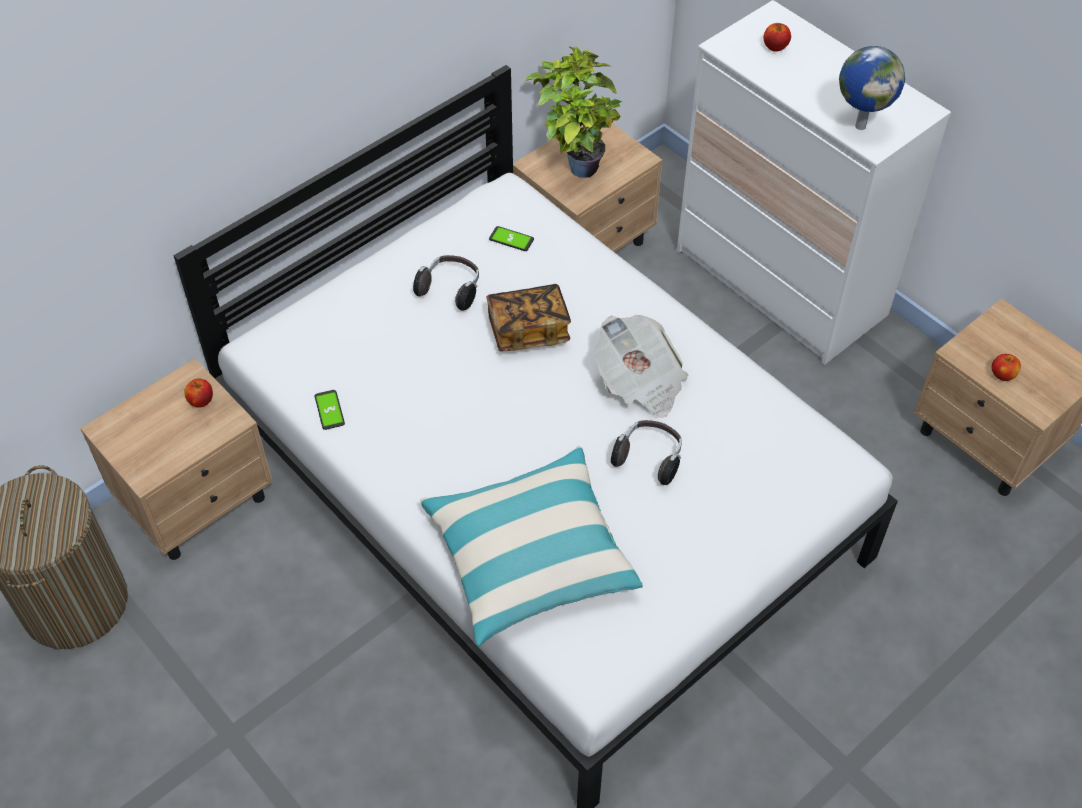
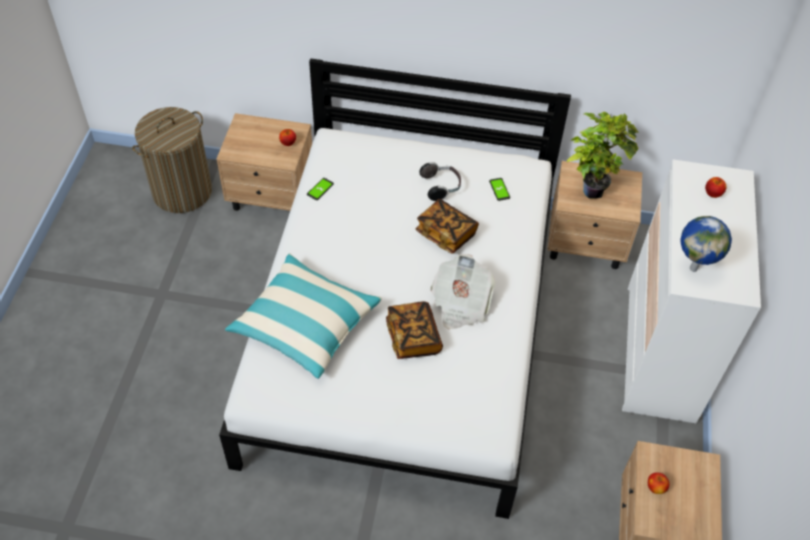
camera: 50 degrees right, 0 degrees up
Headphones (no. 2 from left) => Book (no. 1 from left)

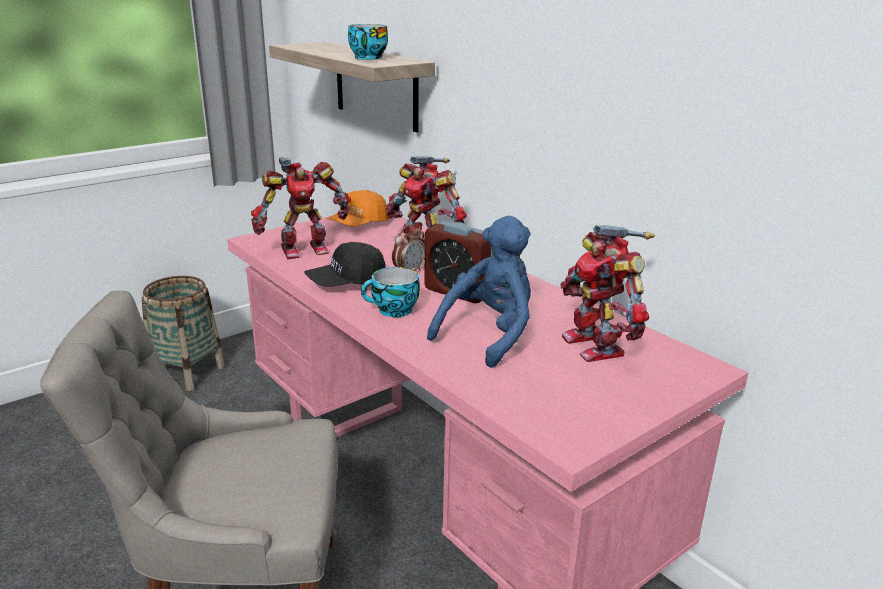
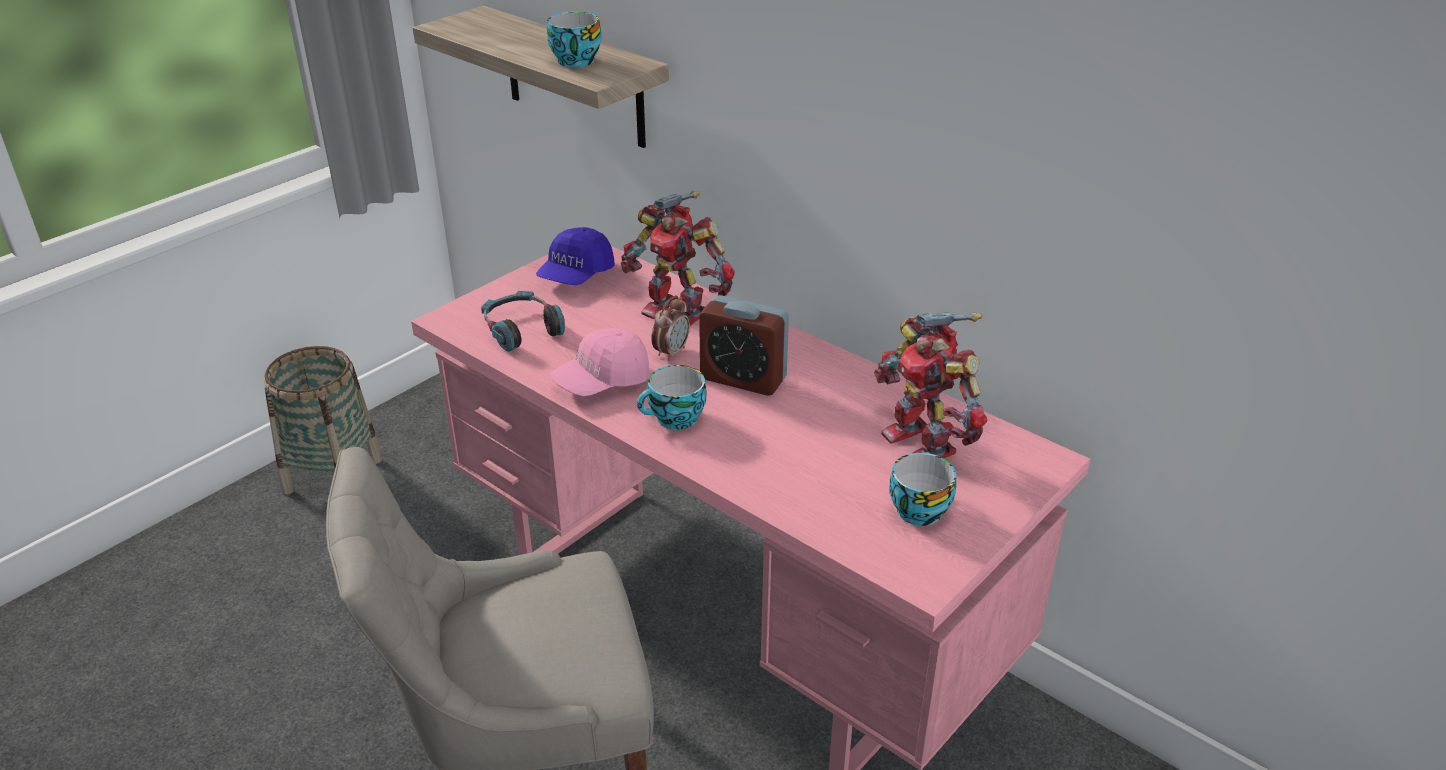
camera: 10 degrees left, 10 degrees up
BluePlushToy => nothing
nothing => Cup (no. 3 from left)
ToyRobot (no. 1 from left) => Headphones
BlackCap => PinkCap
OrangeCap => BlueCap

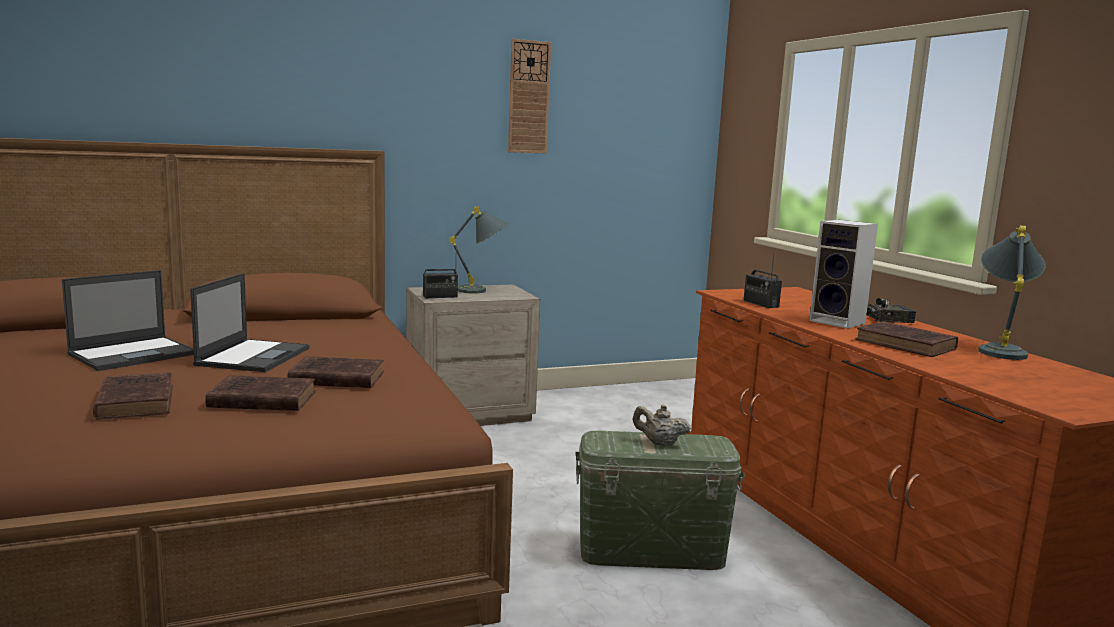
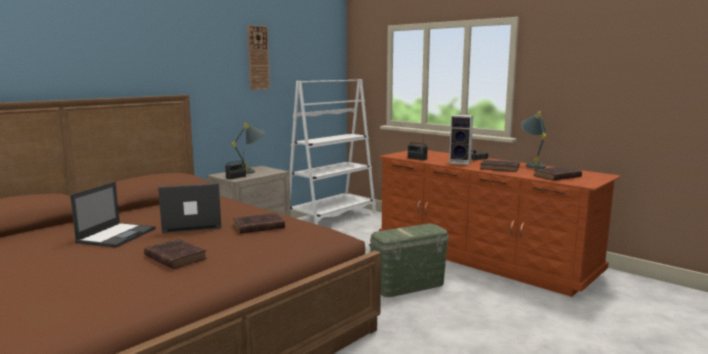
camera: 25 degrees left, 0 degrees up
BeigeTeapot => nothing
nothing => WhiteBookcase
BrownBook (no. 2 from left in the first image) => BrownBook (no. 4 from left), shifted
Laptop (no. 2 from left), 90 degrees counterclockwise

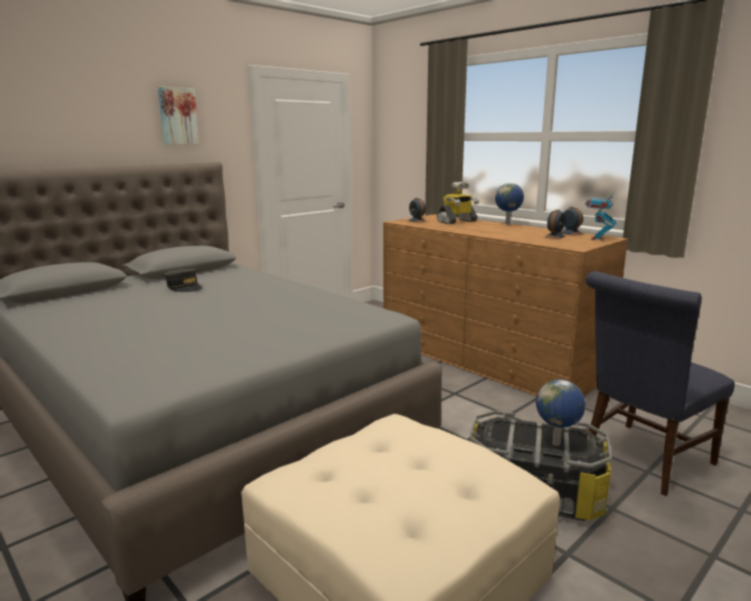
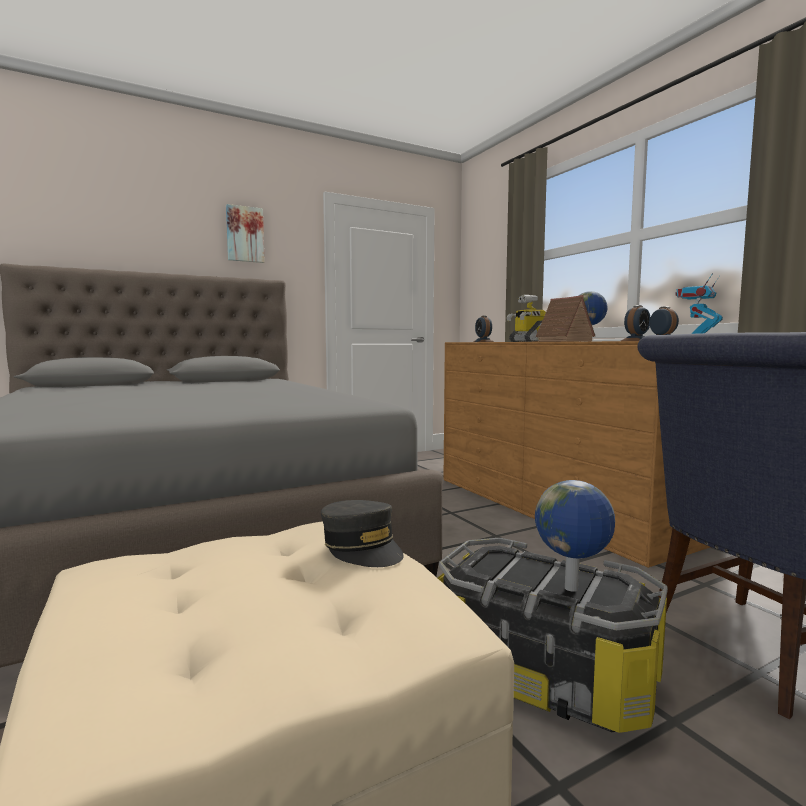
camera: 15 degrees right, 10 degrees down
nothing => ToyHouse
GreyCap, shifted
ToyRobot (no. 1 from left), 90 degrees clockwise

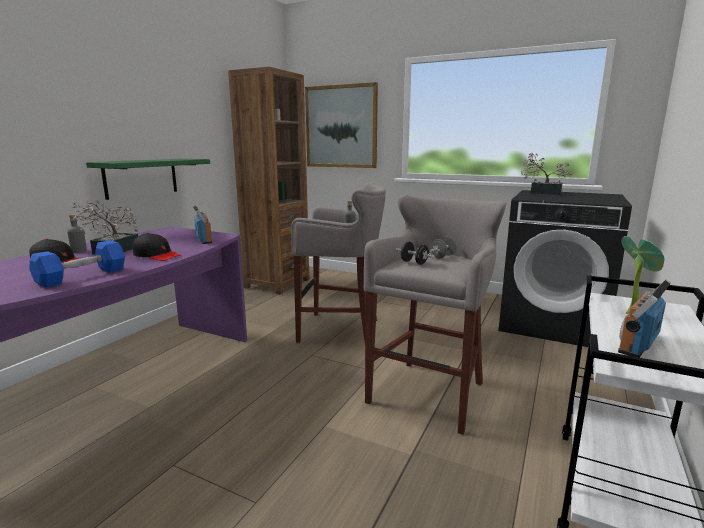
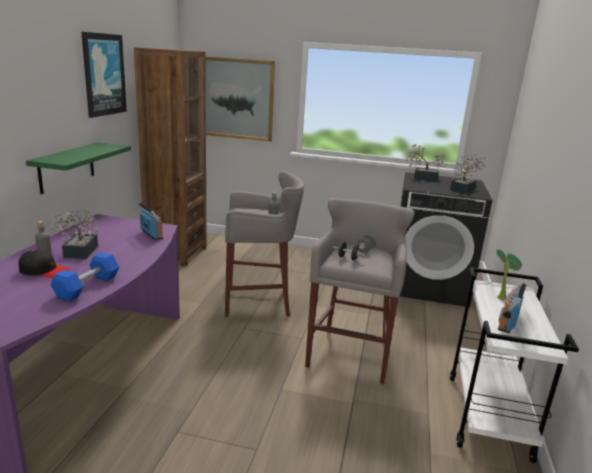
camera: 15 degrees left, 5 degrees up
BlackCap (no. 2 from left) => nothing
nothing => Picture (no. 1 from left)
nothing => PottedPlant (no. 3 from left)

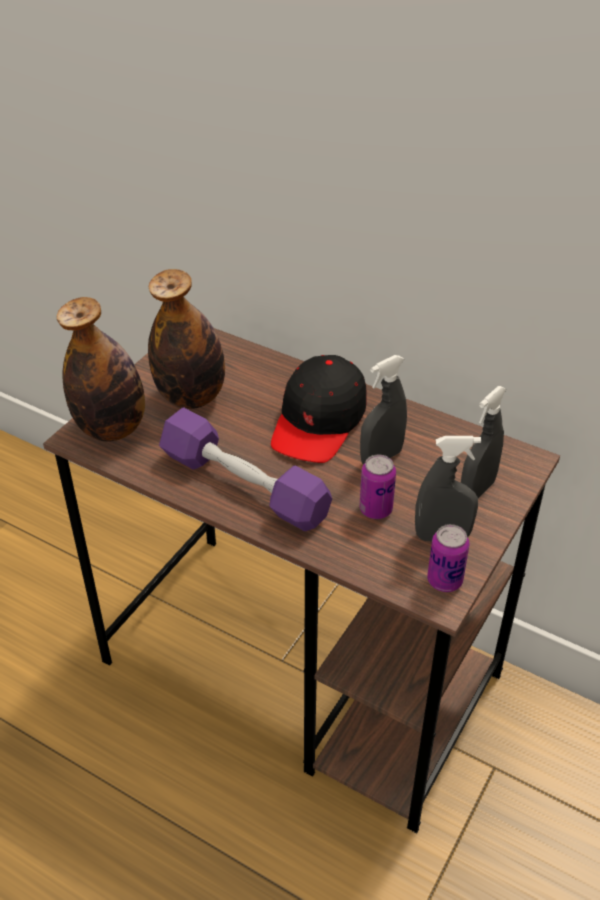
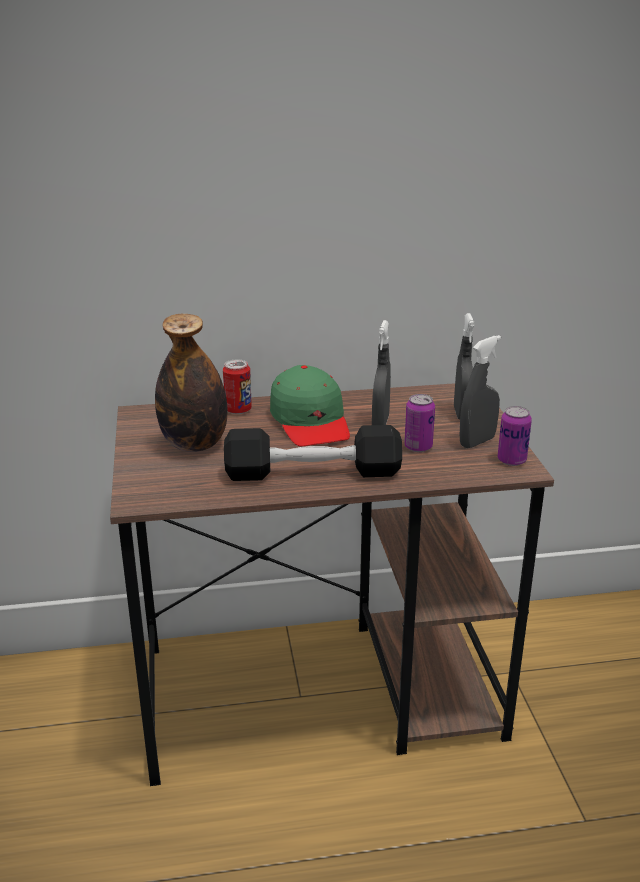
camera: 40 degrees left, 15 degrees down
Bottle (no. 1 from left) => nothing
nothing => Can (no. 1 from left)
PurpleDumbbell => BlackDumbbell
BlackCap => GreenCap

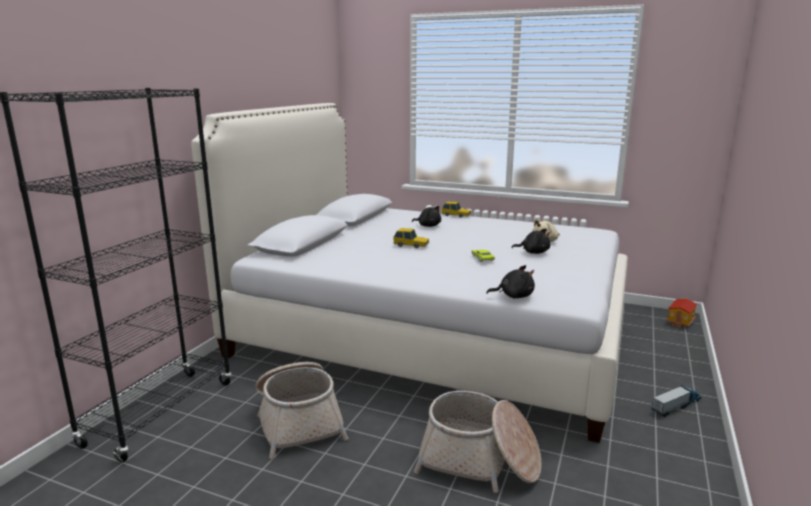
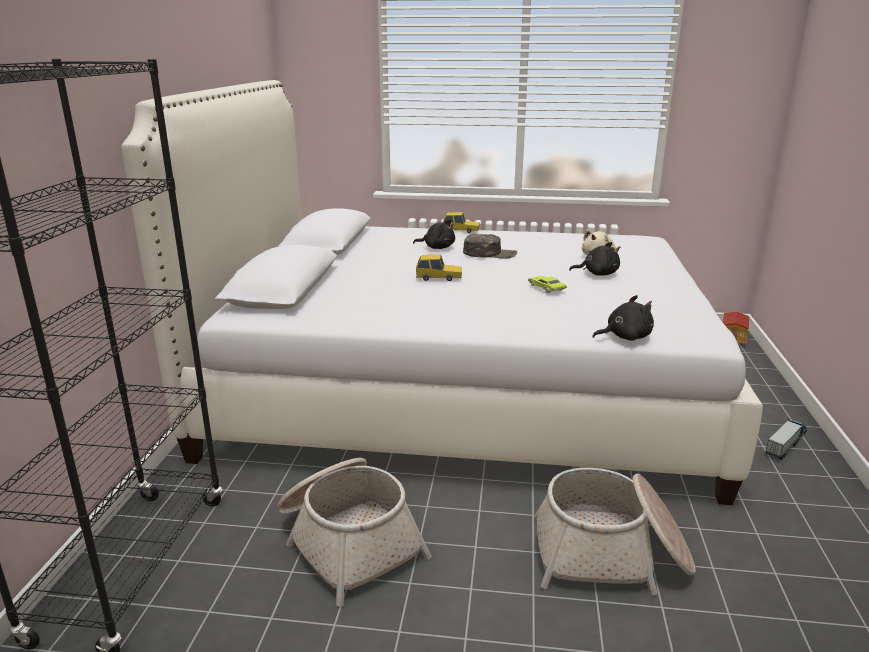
camera: 15 degrees left, 5 degrees up
nothing => GreenCap

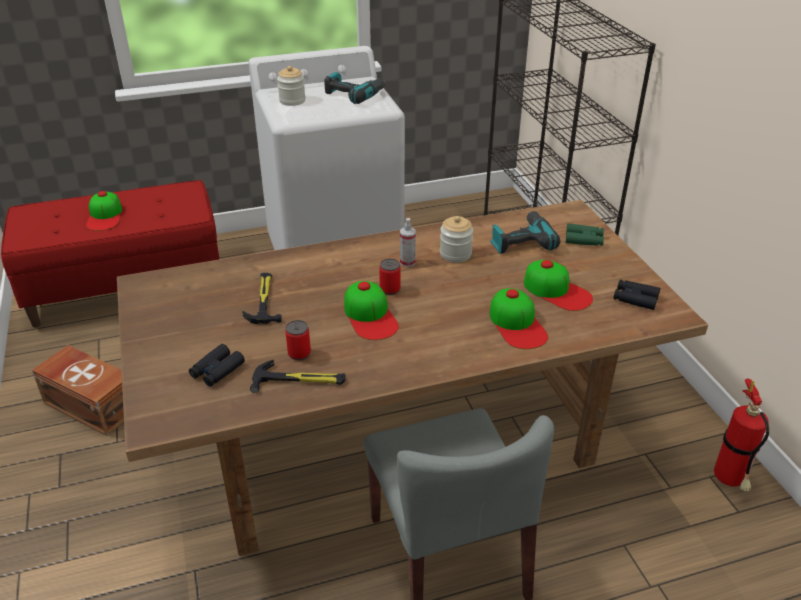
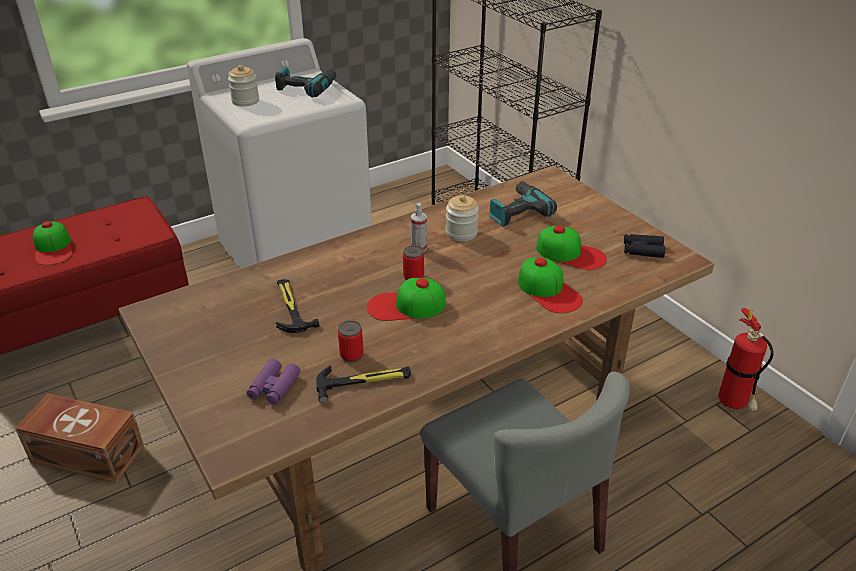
camera: 15 degrees left, 0 degrees up
GreenBinoculars => nothing
BlackBinoculars (no. 1 from left) => PurpleBinoculars
Cap (no. 2 from left), 120 degrees clockwise

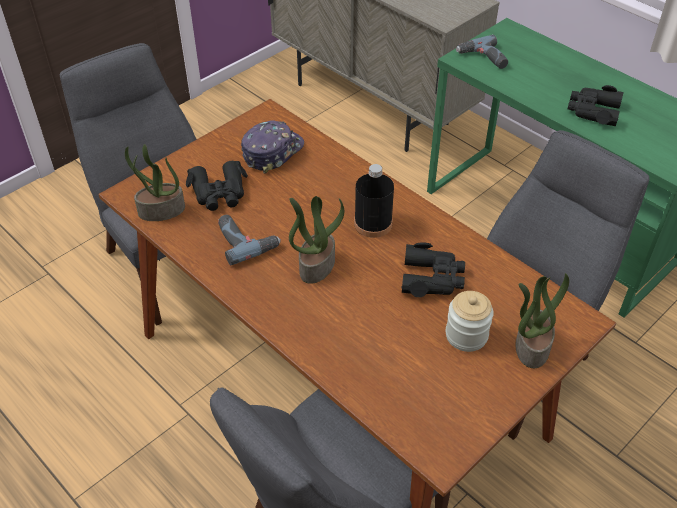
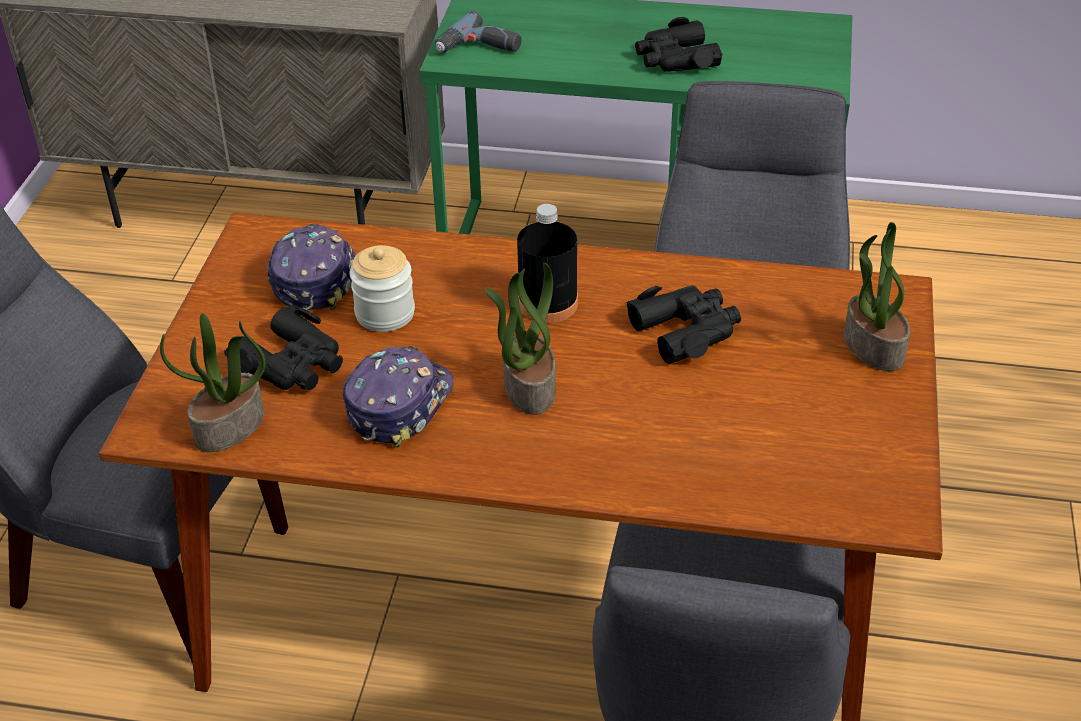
camera: 35 degrees left, 5 degrees down
Jar, shifted
PowerDrill (no. 1 from left) => Cap (no. 2 from left)

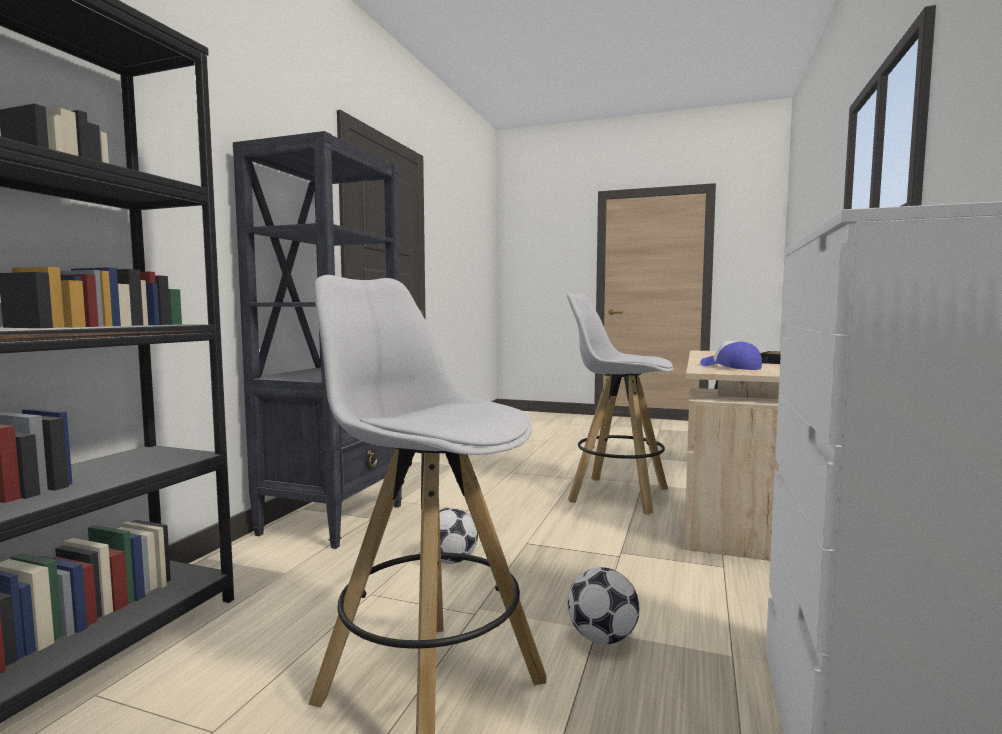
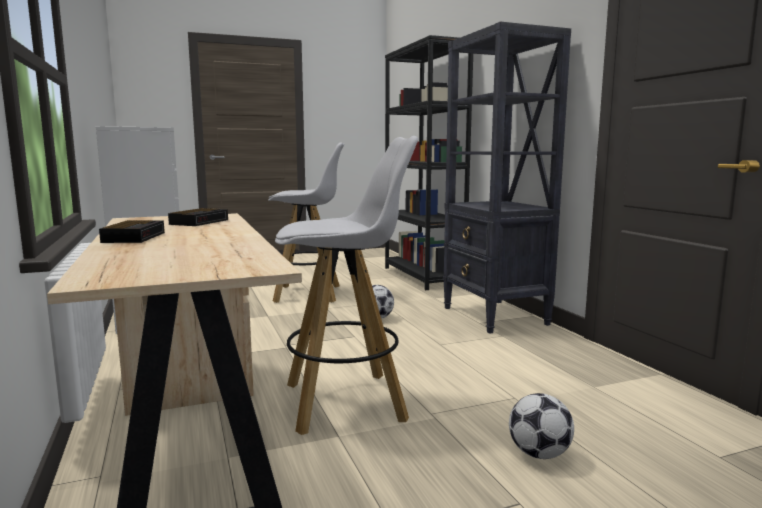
camera: 140 degrees right, 5 degrees up
Football (no. 2 from left), shifted
Cap => AlarmClock (no. 2 from left)

